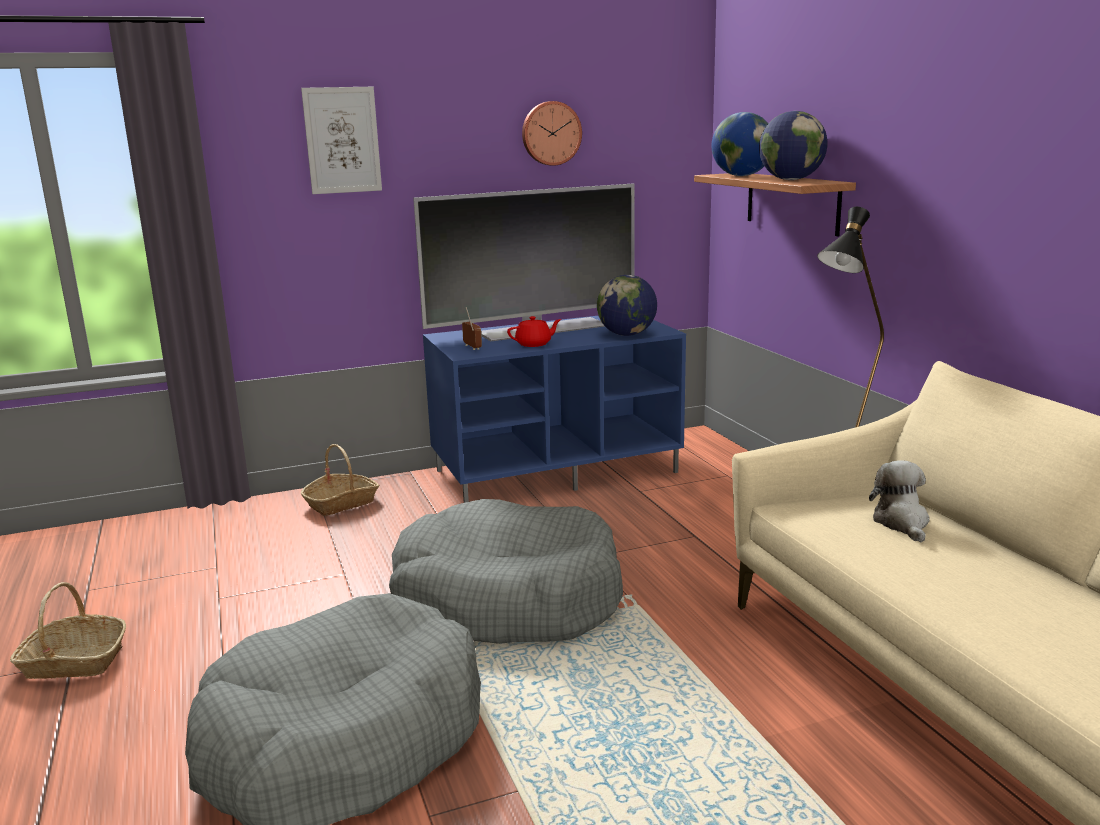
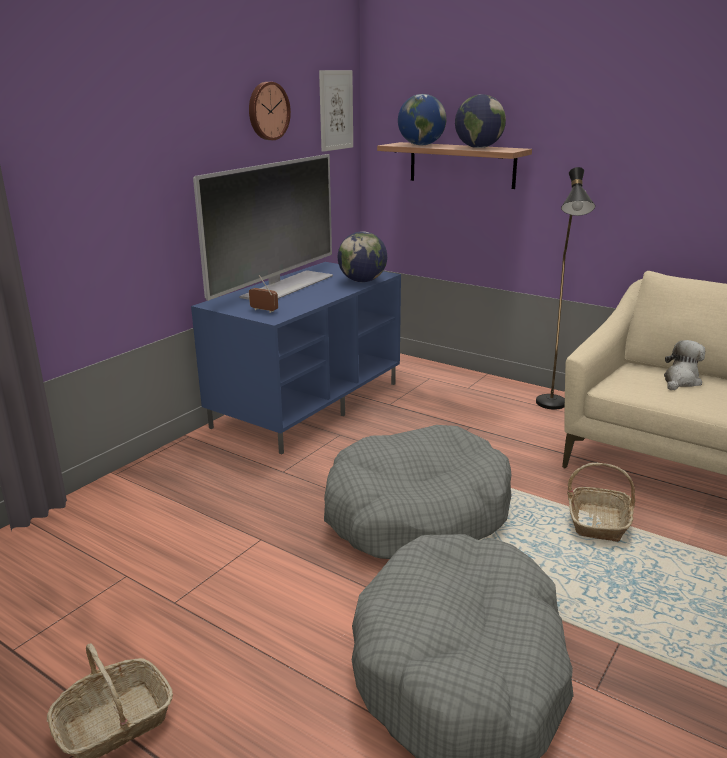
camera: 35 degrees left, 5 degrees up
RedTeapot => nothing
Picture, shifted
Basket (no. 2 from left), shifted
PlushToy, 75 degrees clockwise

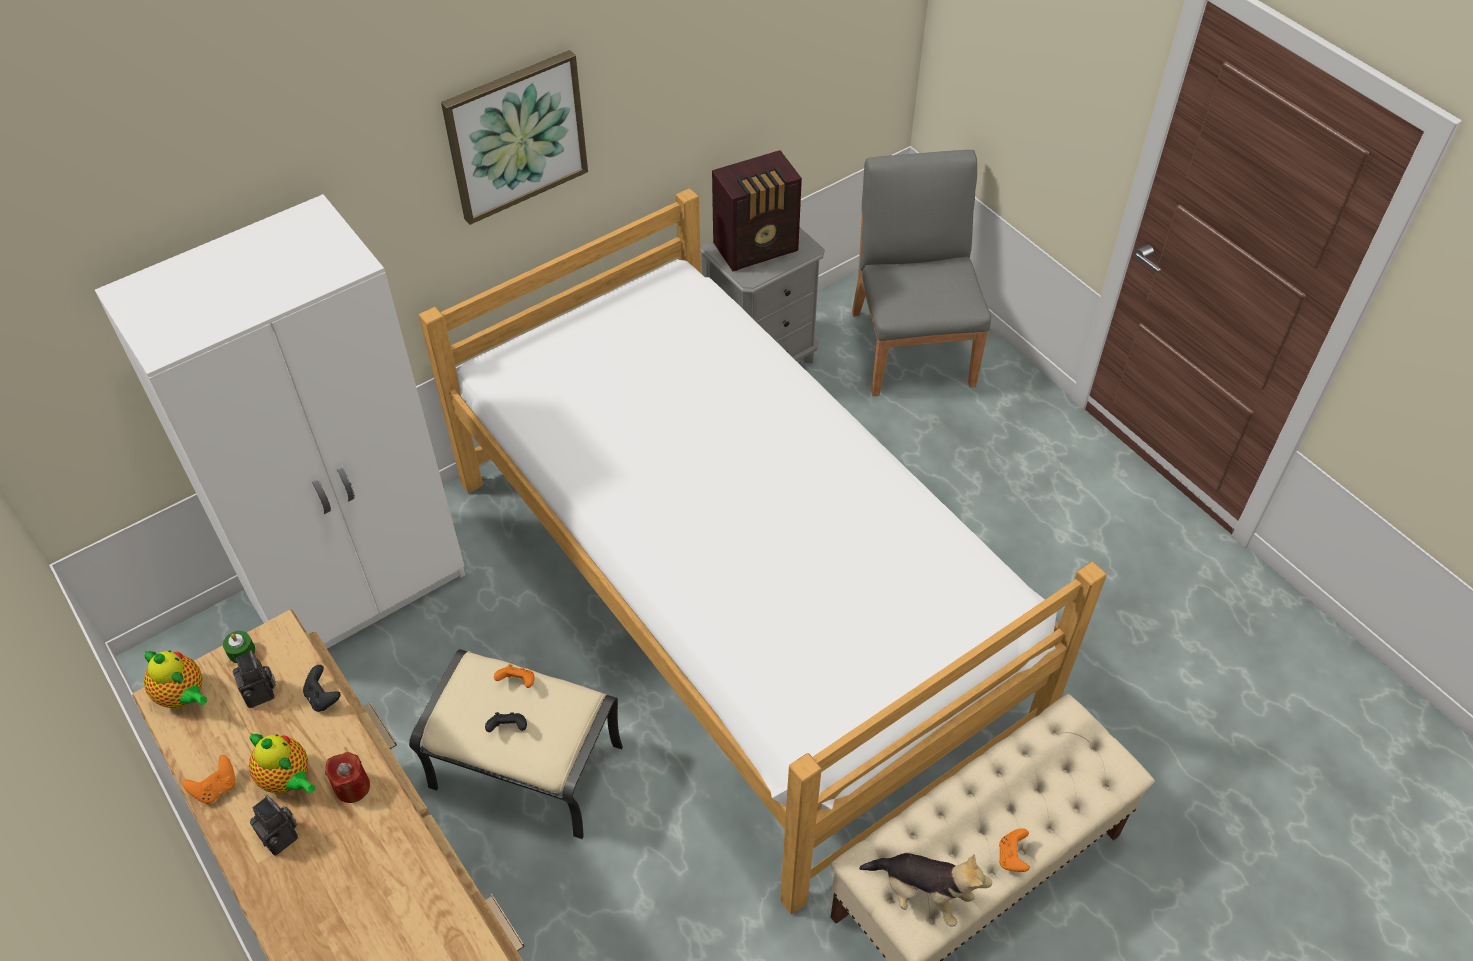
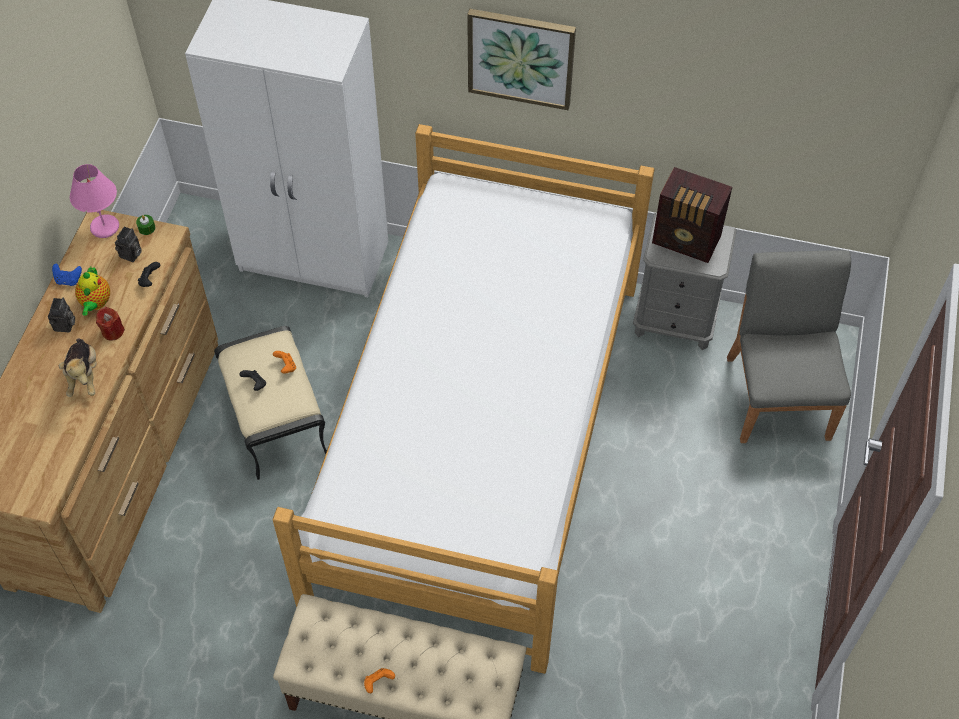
camera: 50 degrees right, 5 degrees up
PlushToy, shifted
Teapot (no. 1 from left) => PinkTableLamp
OrangeGameController (no. 1 from left) => BlueGameController
GreyChair, 45 degrees counterclockwise

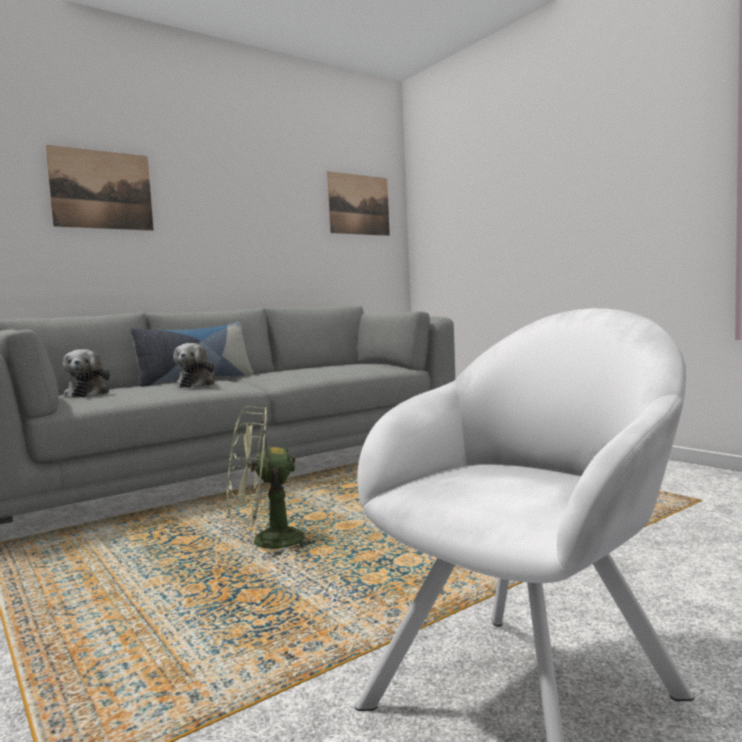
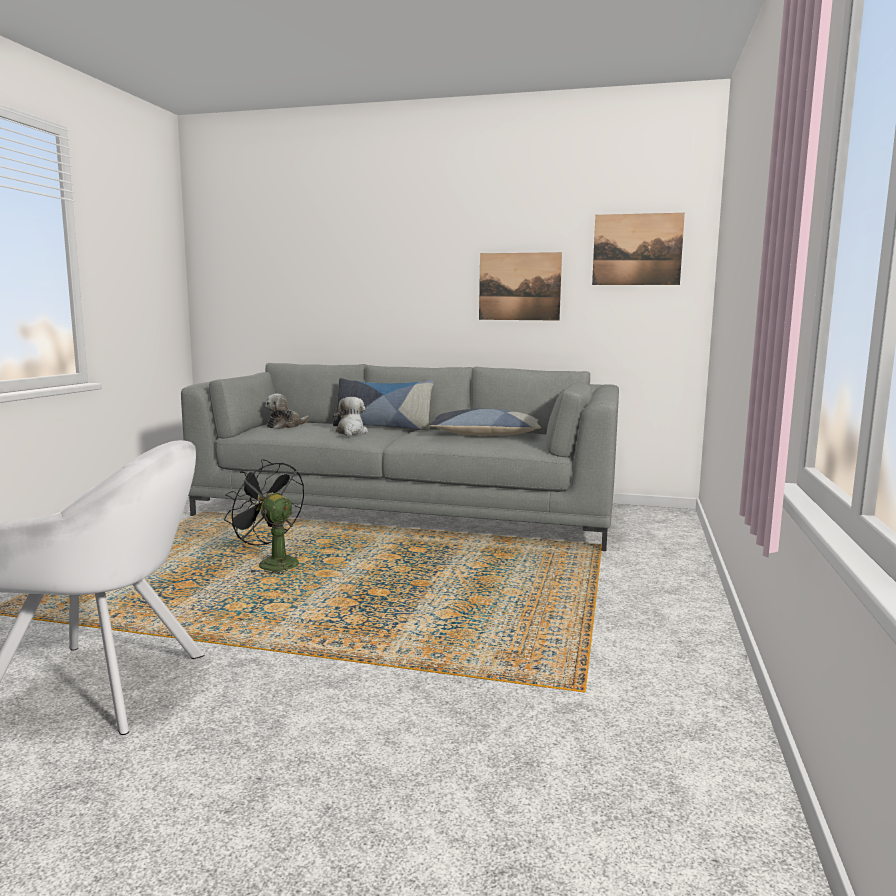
camera: 50 degrees right, 5 degrees up
nothing => Pillow (no. 2 from left)
Picture (no. 1 from left), shifted
GreenFan => BlackFan
PlushToy (no. 2 from left), 120 degrees clockwise

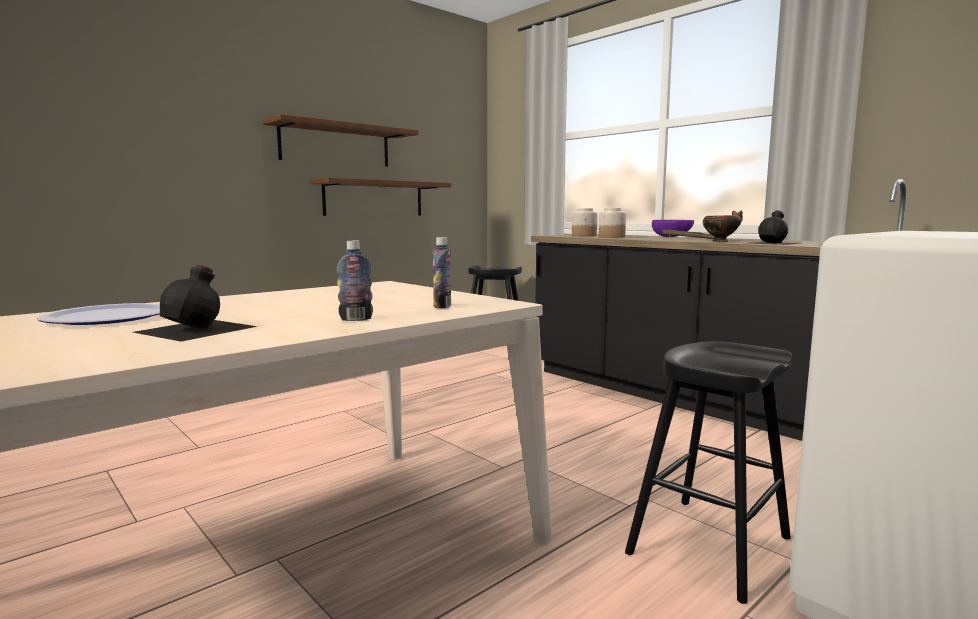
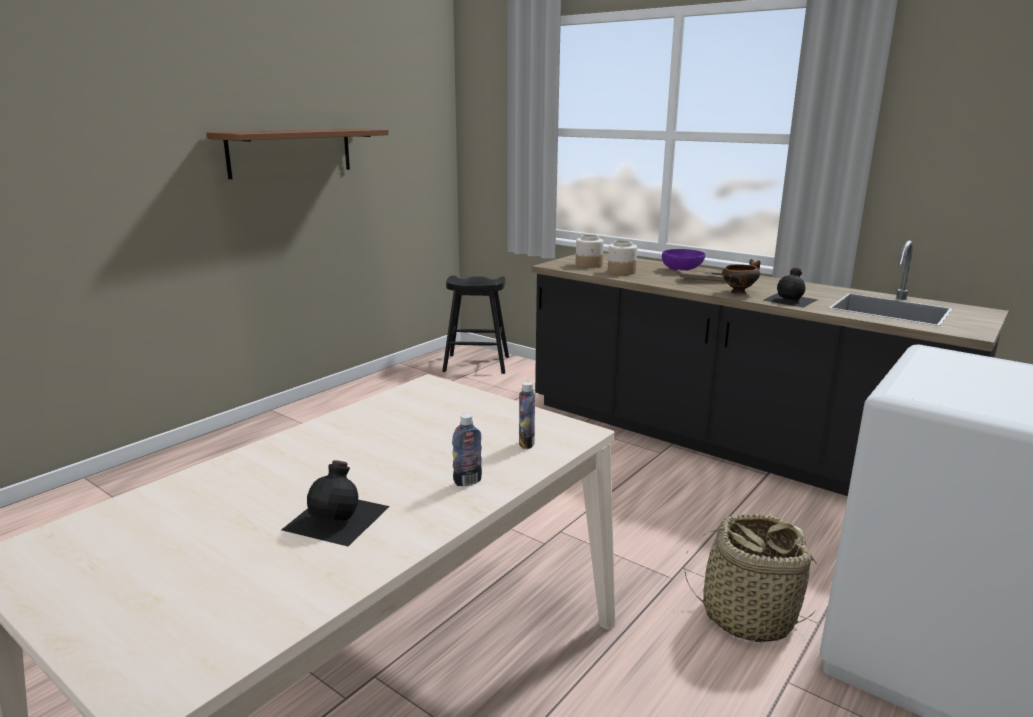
camera: 10 degrees left, 10 degrees up
Plate => nothing
BrownShelf (no. 2 from left) => nothing
BlackStool (no. 2 from left) => Basket

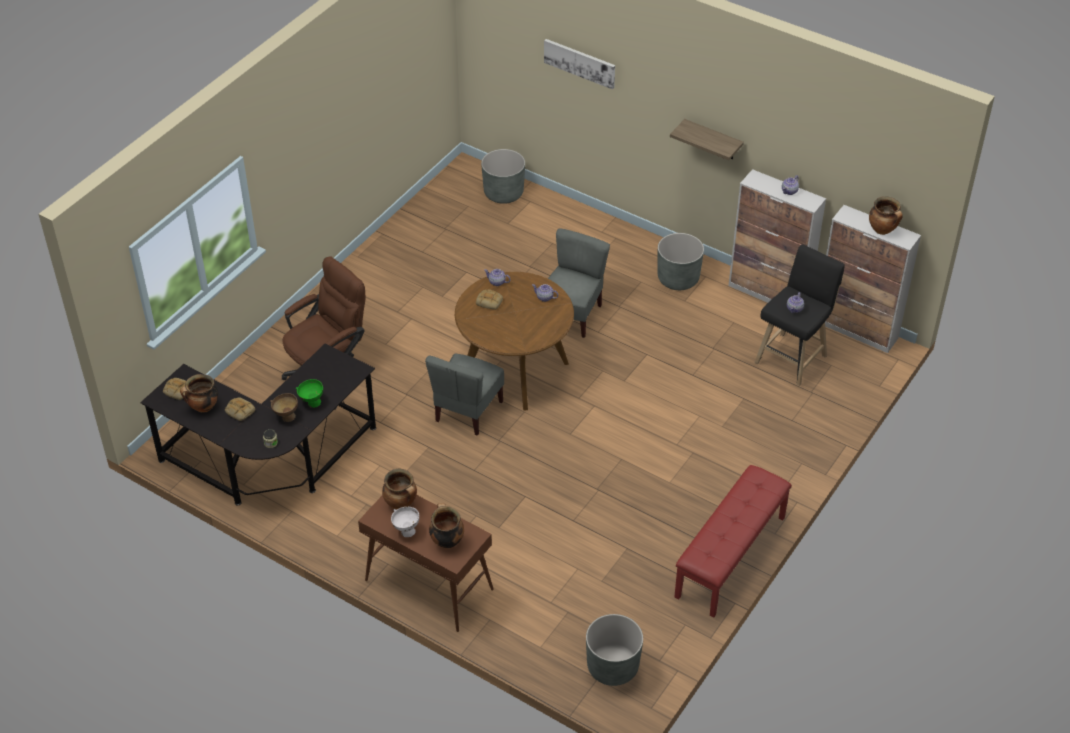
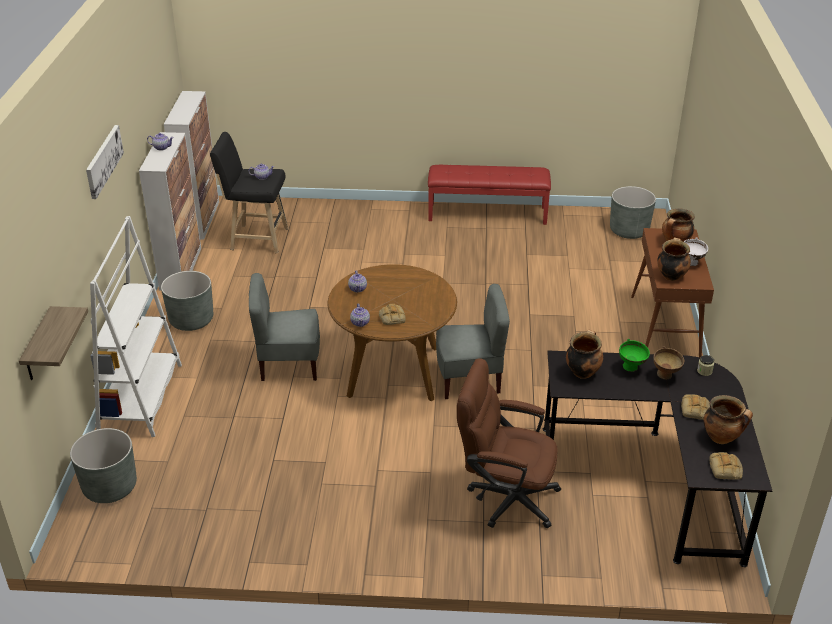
camera: 120 degrees left, 10 degrees down
nothing => WhiteBookcase
Picture, shifted
Shelf, shifted
CookingPot (no. 4 from left in the first image) => CookingPot (no. 1 from left), shifted

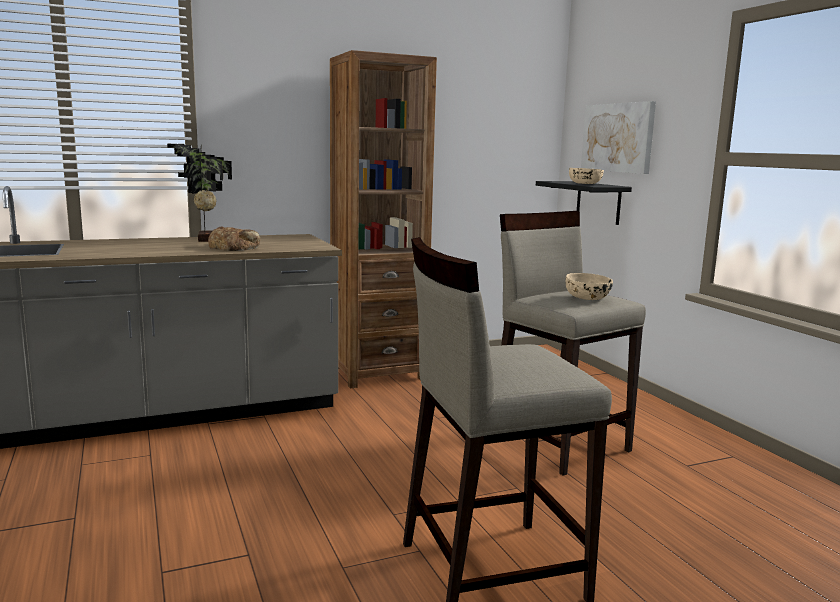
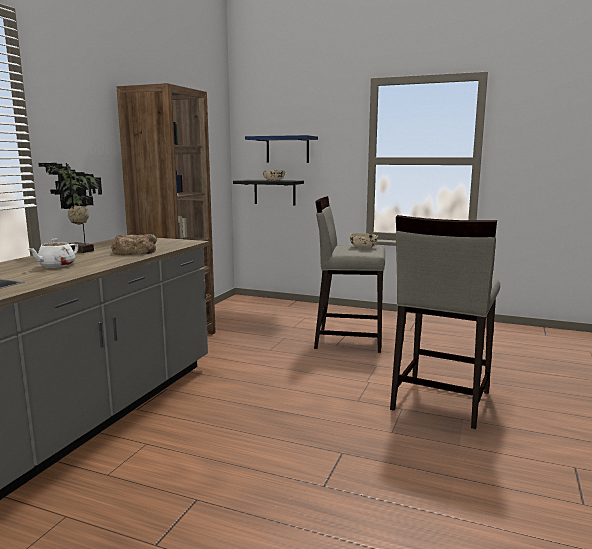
camera: 45 degrees left, 0 degrees up
nothing => WhiteTeapot
Picture => BlueShelf

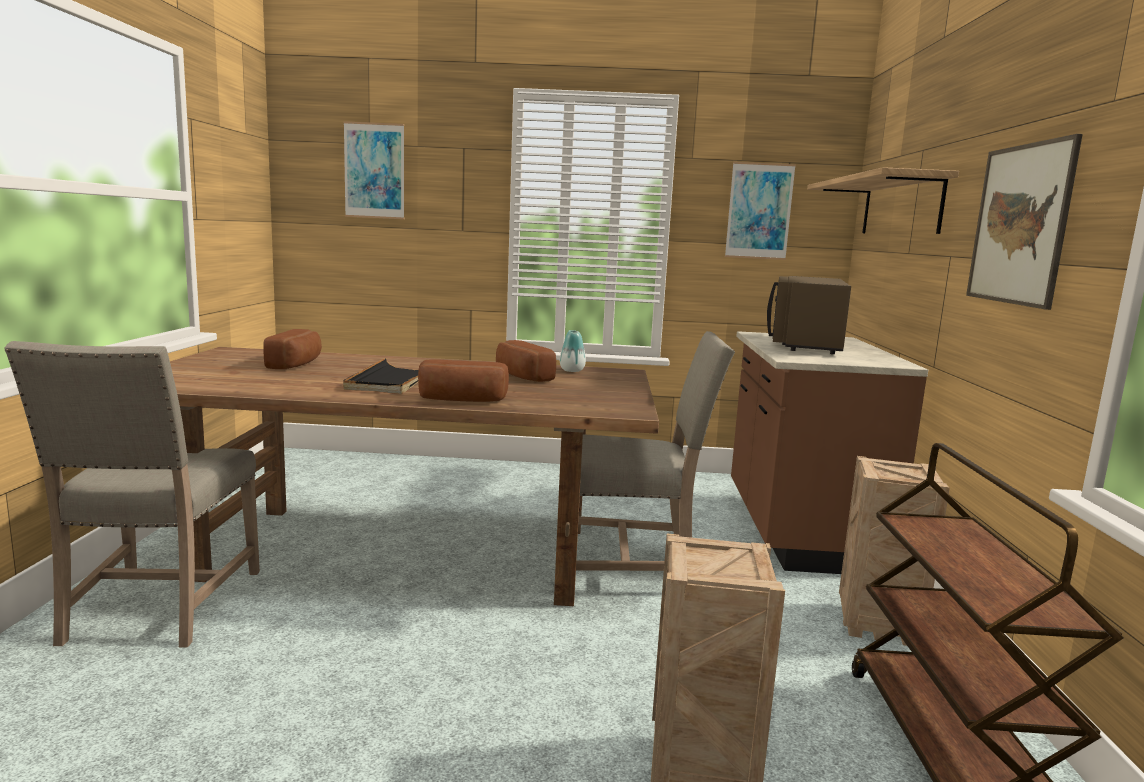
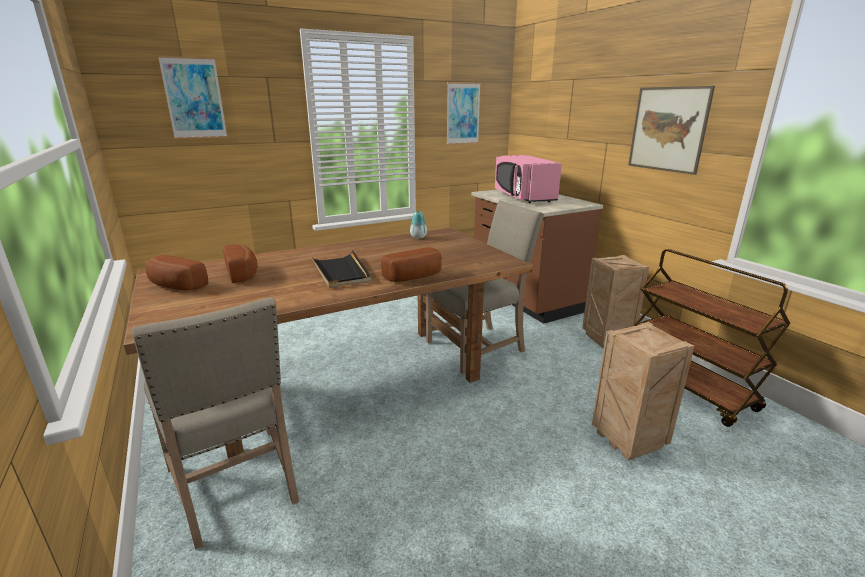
camera: 30 degrees left, 10 degrees up
Shelf => nothing
Bread (no. 3 from left in the first image) => Bread (no. 1 from left), shifted
BrownMicrowave => PinkMicrowave

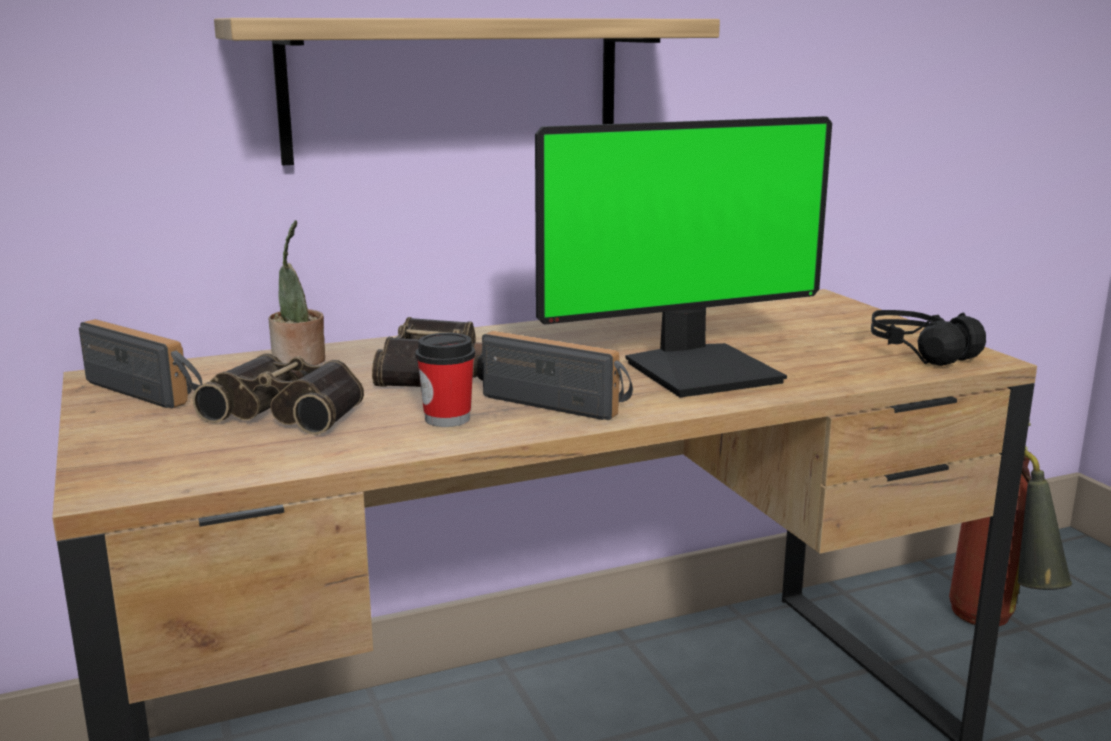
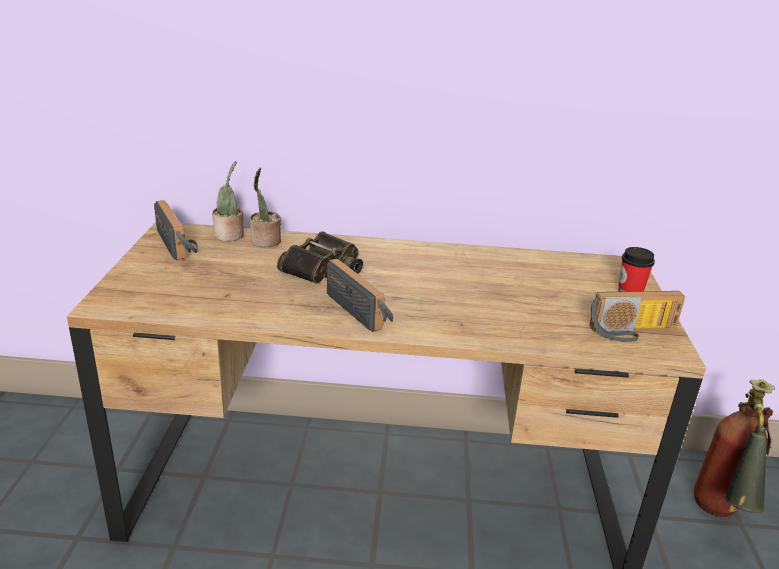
camera: 25 degrees right, 10 degrees up
Binoculars (no. 1 from left) => nothing
Shelf => nothing
Monitor => nothing
nothing => PottedPlant (no. 1 from left)
Cup, shifted
BlackHeadphones => Radio (no. 3 from left)

